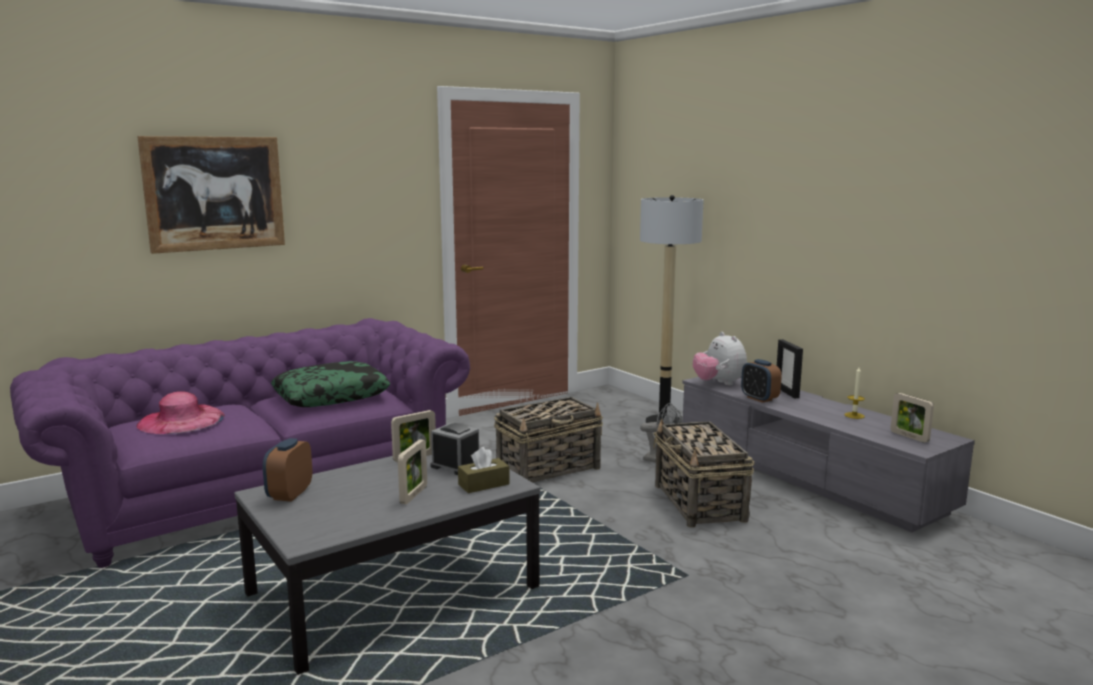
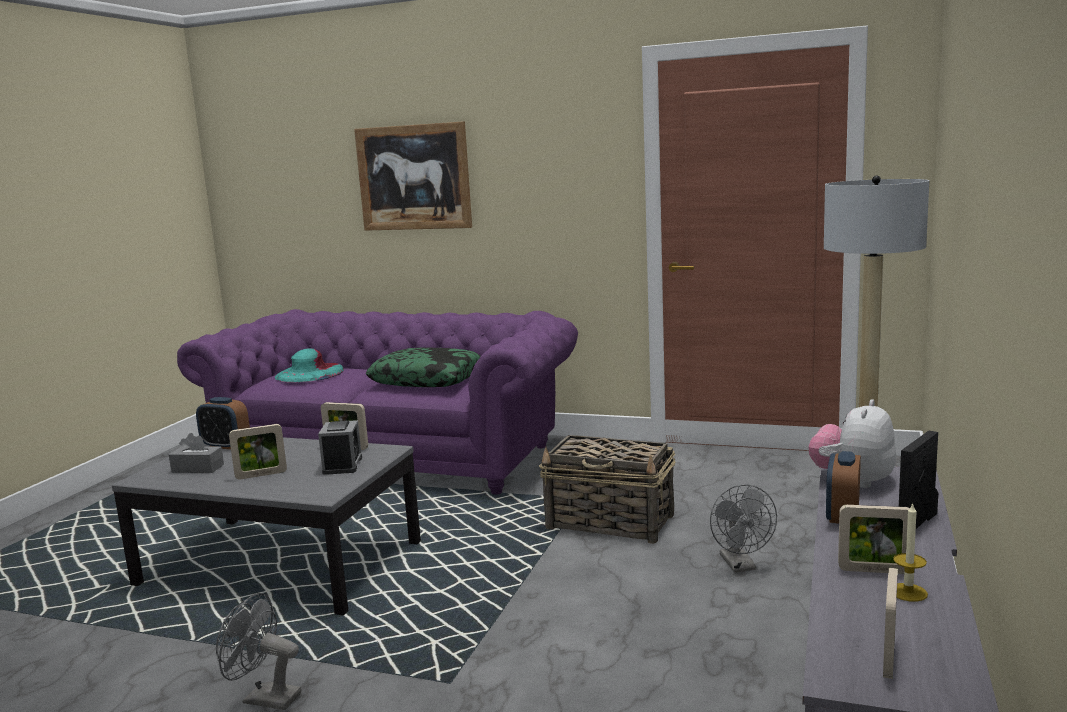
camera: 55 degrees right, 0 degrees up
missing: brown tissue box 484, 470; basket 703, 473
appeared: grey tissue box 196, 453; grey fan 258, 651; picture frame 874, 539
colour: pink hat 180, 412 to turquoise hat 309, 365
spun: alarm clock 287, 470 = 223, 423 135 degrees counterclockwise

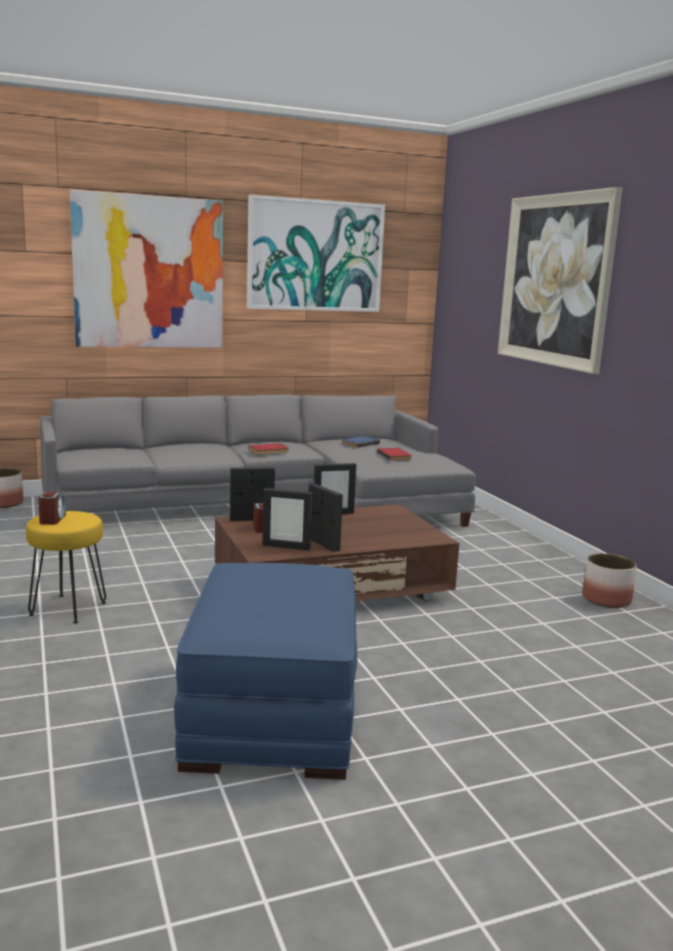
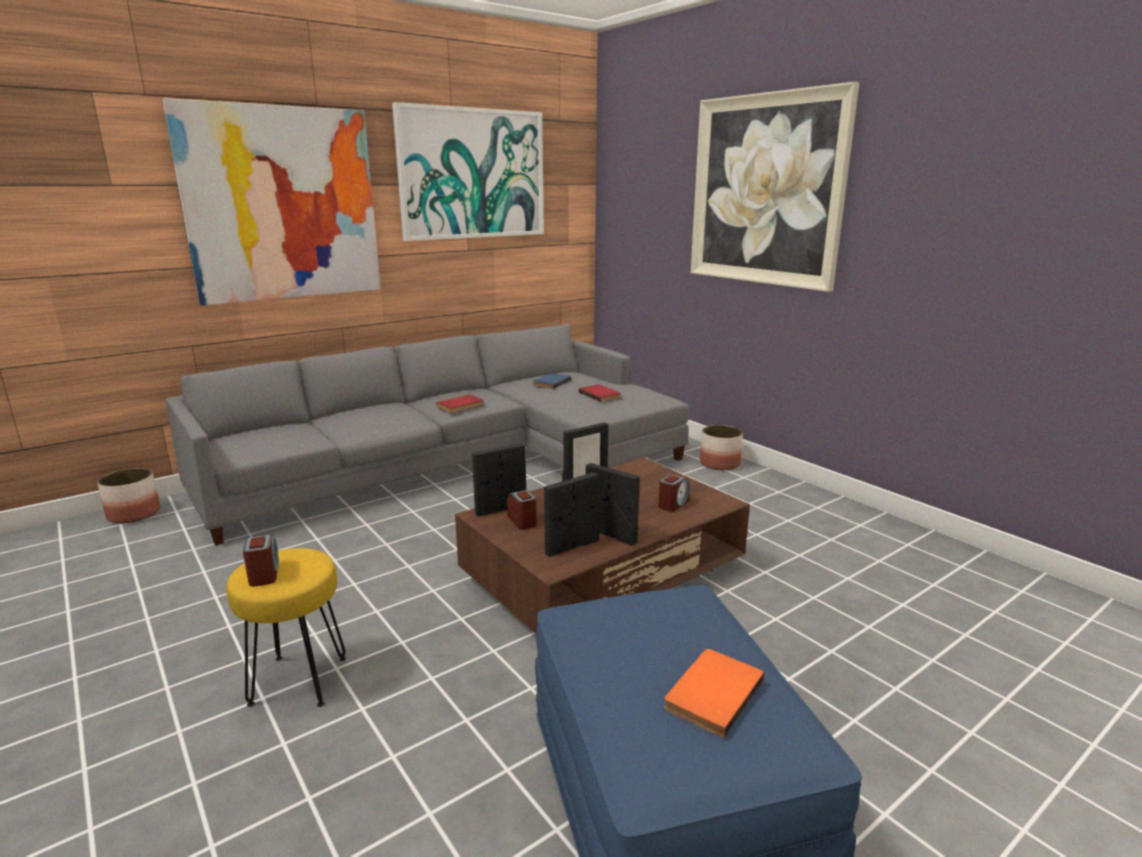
camera: 15 degrees left, 5 degrees up
appeared: alarm clock 674, 493; orange book 714, 693
relocated: planter 609, 580 to 721, 447
spun: picture frame 287, 519 = 571, 514 150 degrees clockwise

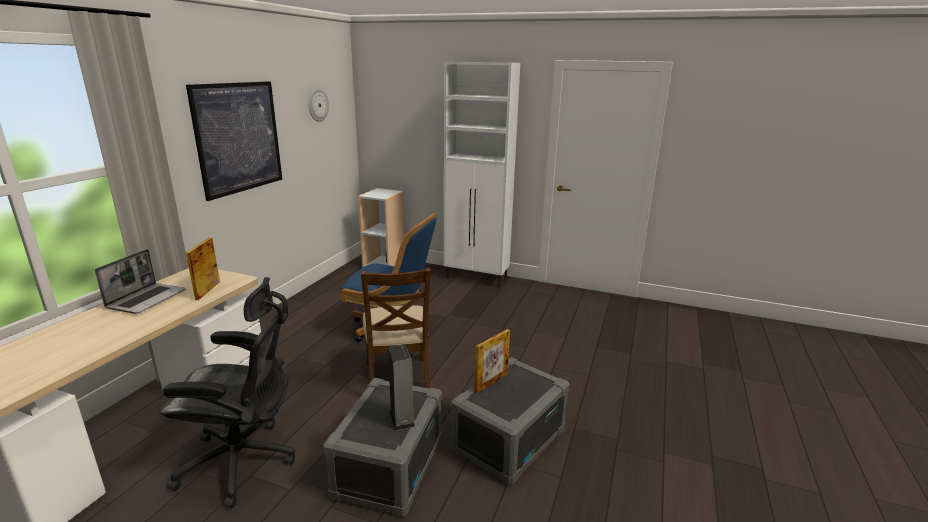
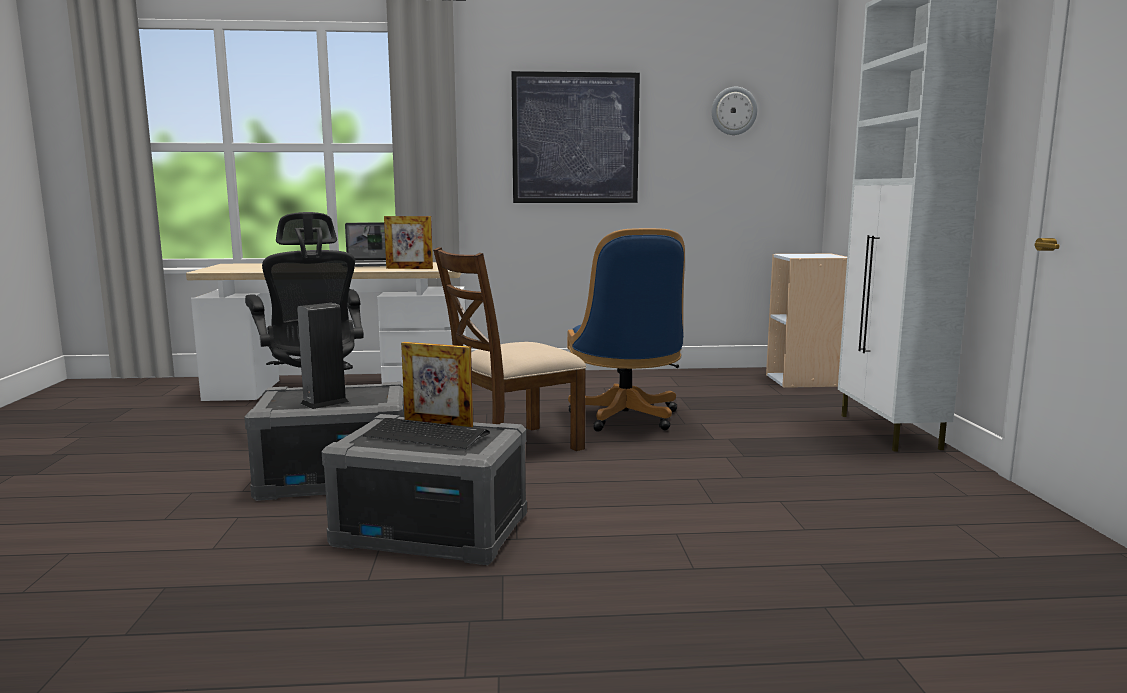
camera: 65 degrees right, 10 degrees down
appeared: keyboard 426, 433
spun: picture frame 203, 269 = 408, 242 150 degrees counterclockwise

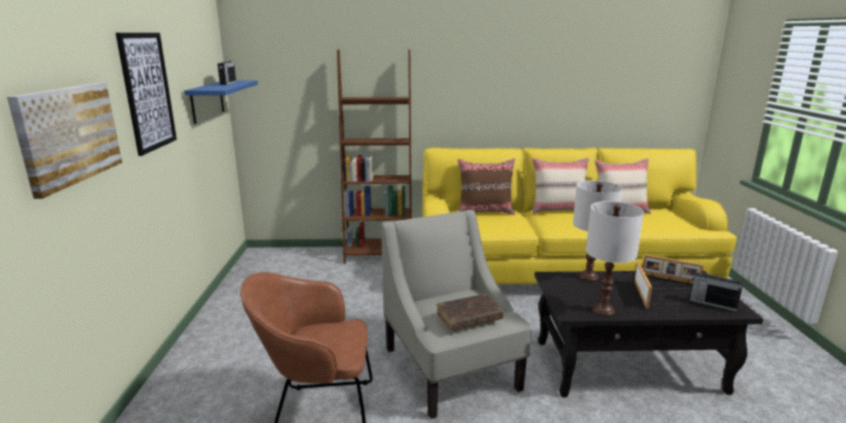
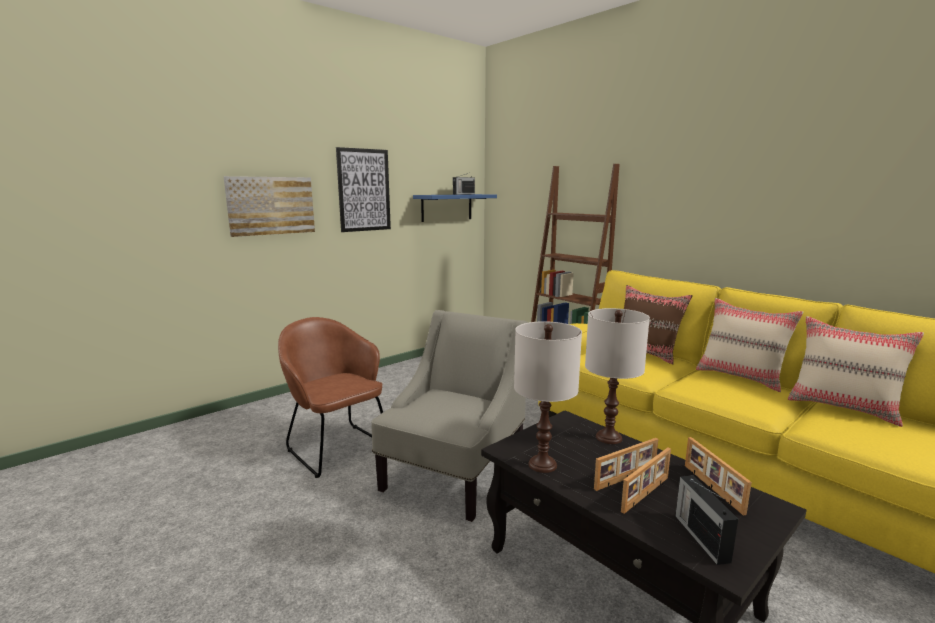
camera: 50 degrees right, 5 degrees down
missing: brown book 470, 312
appeared: picture frame 646, 481

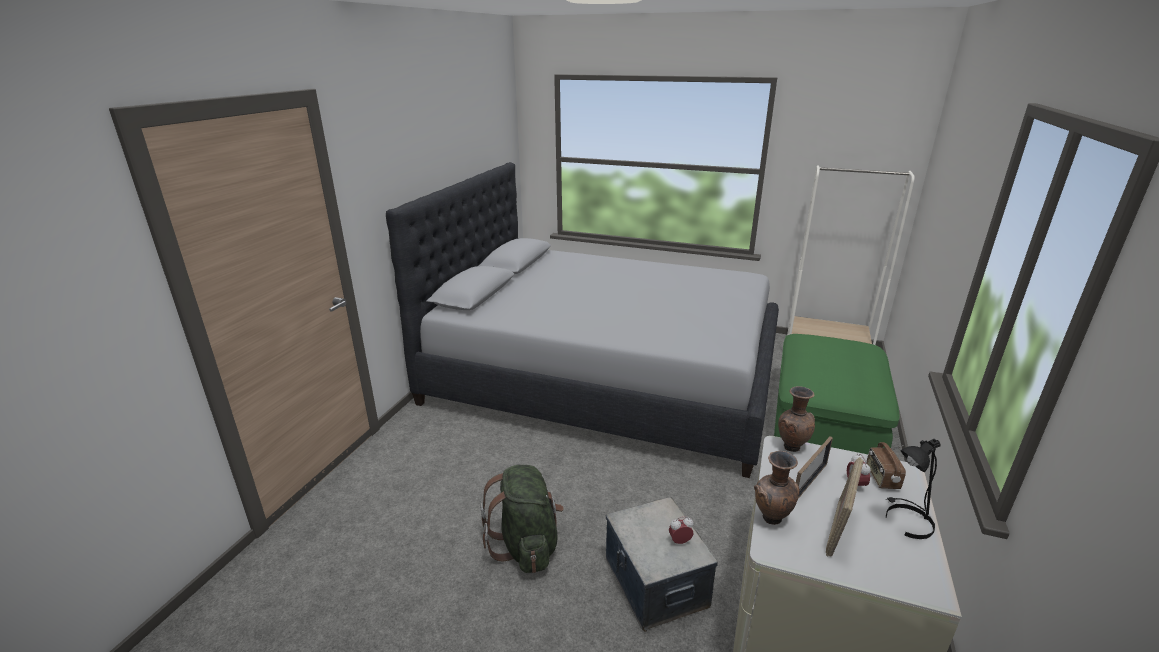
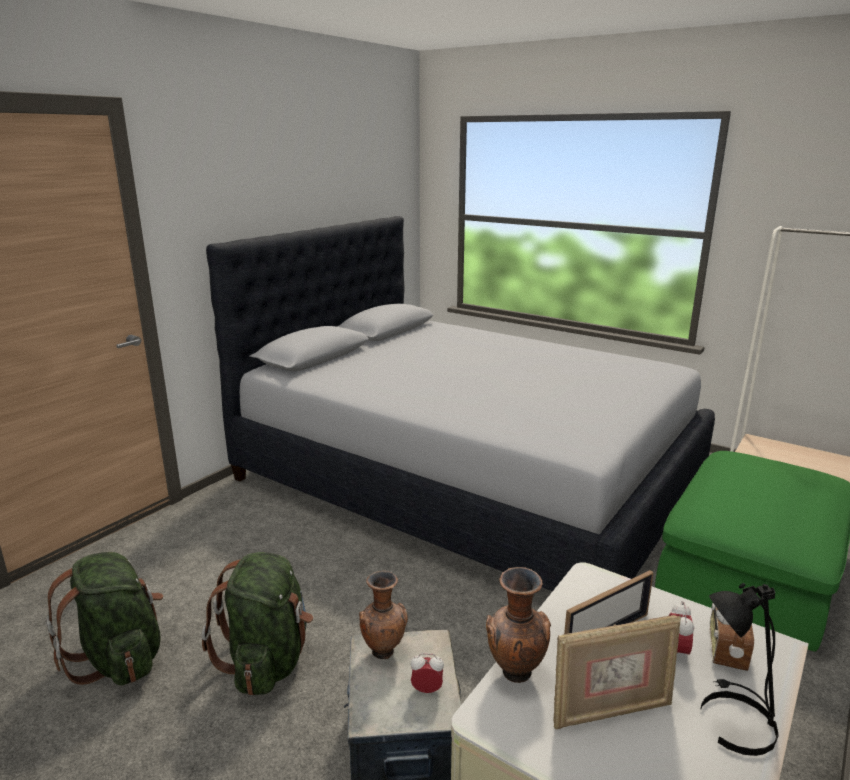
camera: 15 degrees right, 5 degrees down
appeared: green backpack 104, 618
relocated: brown vase 796, 419 to 383, 615
spun: picture frame 845, 507 = 617, 672 150 degrees counterclockwise

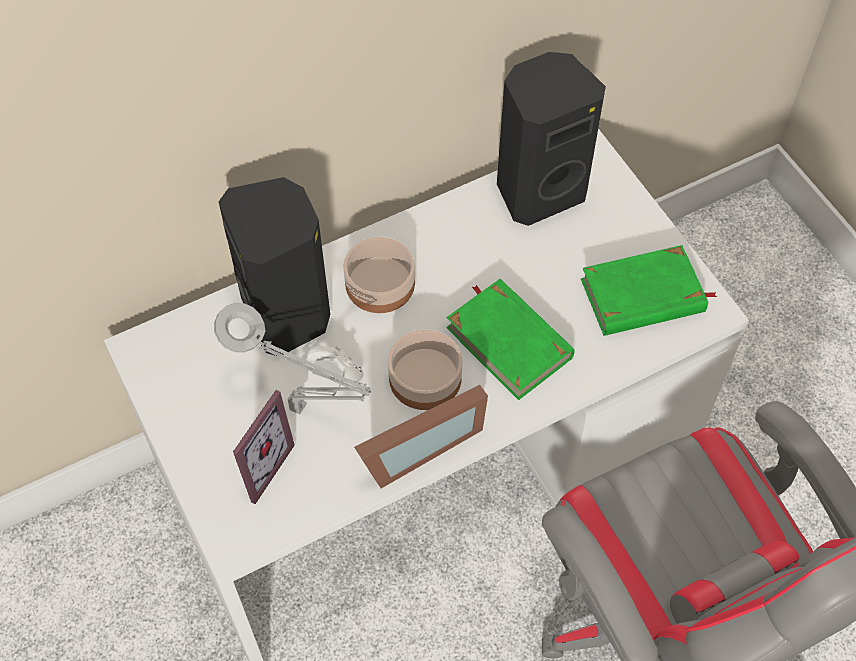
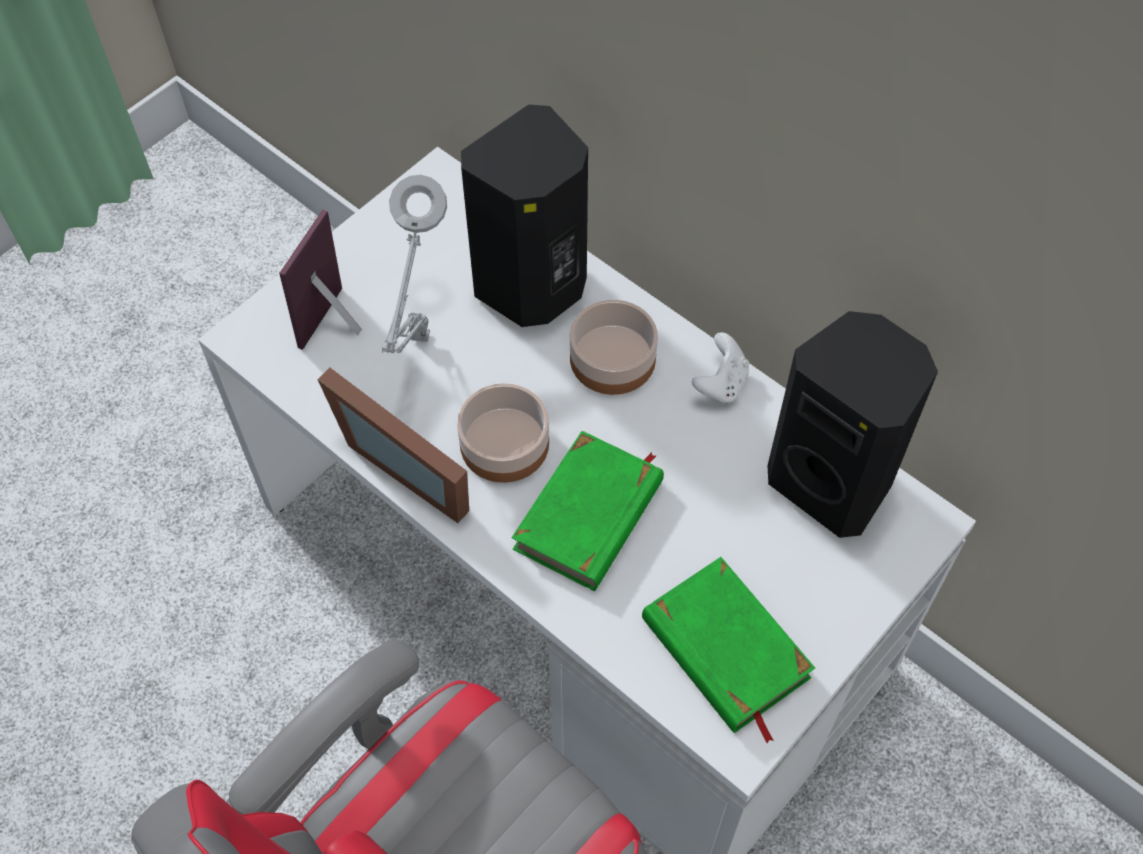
camera: 70 degrees right, 0 degrees up
relocated: white game controller 334, 366 to 720, 367
spun: picture frame 264, 447 = 320, 280 105 degrees clockwise

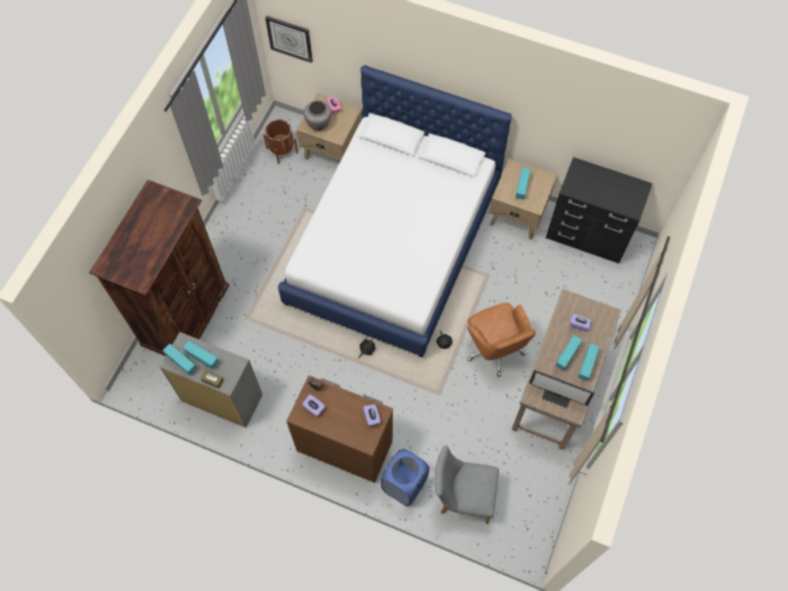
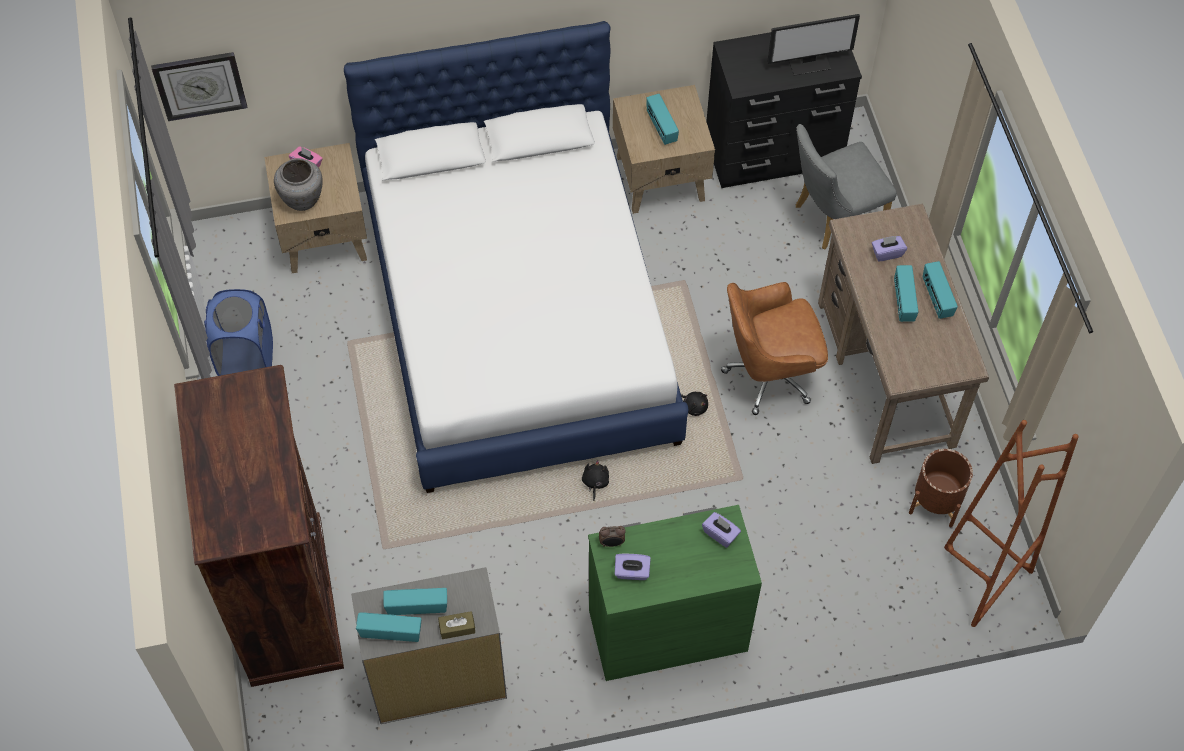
camera: 35 degrees left, 5 degrees down
appeared: brown clothes rack 1011, 523
relocated: brown planter 281, 141 to 941, 488; blue laundry basket 405, 477 to 238, 332; grey chair 466, 484 to 846, 187; monitor 562, 389 to 813, 44
colour: brown dresser 340, 429 to green dresser 675, 593
spun: brown office chair 501, 339 = 774, 348 135 degrees clockwise

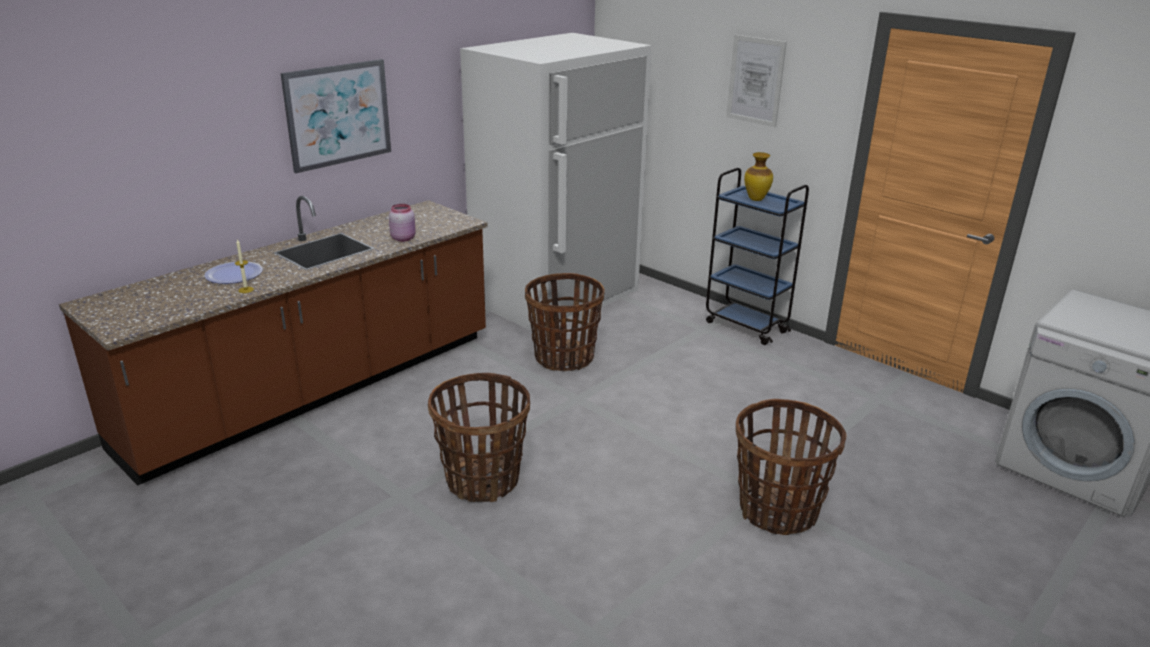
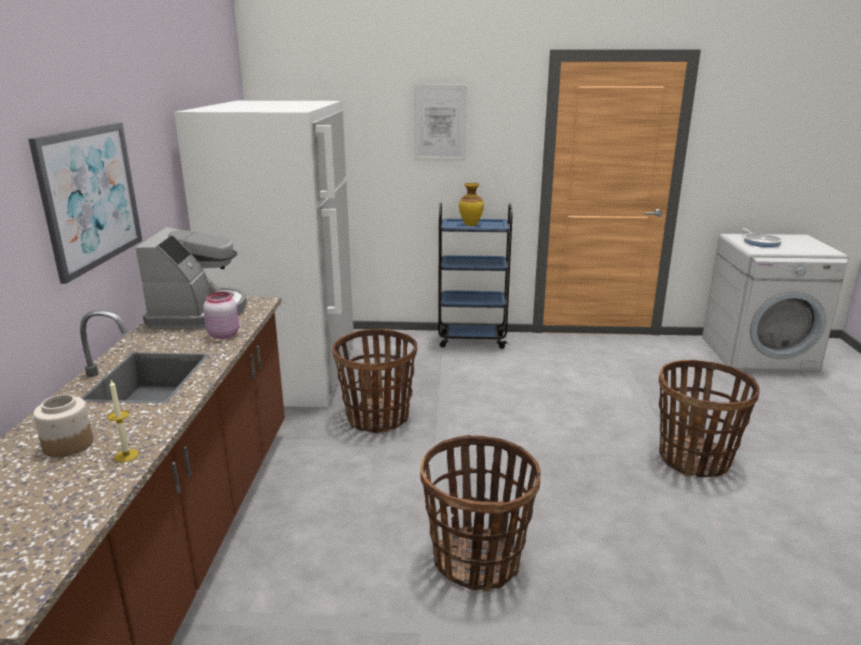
camera: 40 degrees left, 5 degrees down
appeared: coffee machine 191, 278; frying pan 762, 237
exchanged: plate 233, 273 to jar 63, 425

